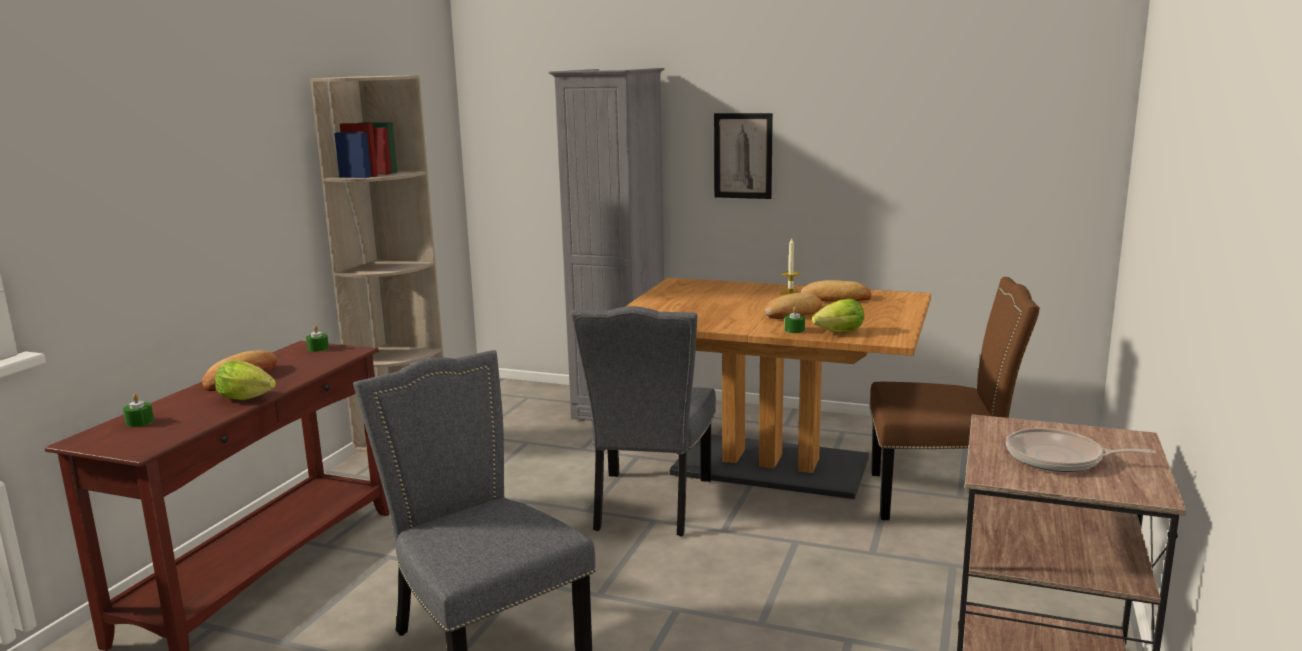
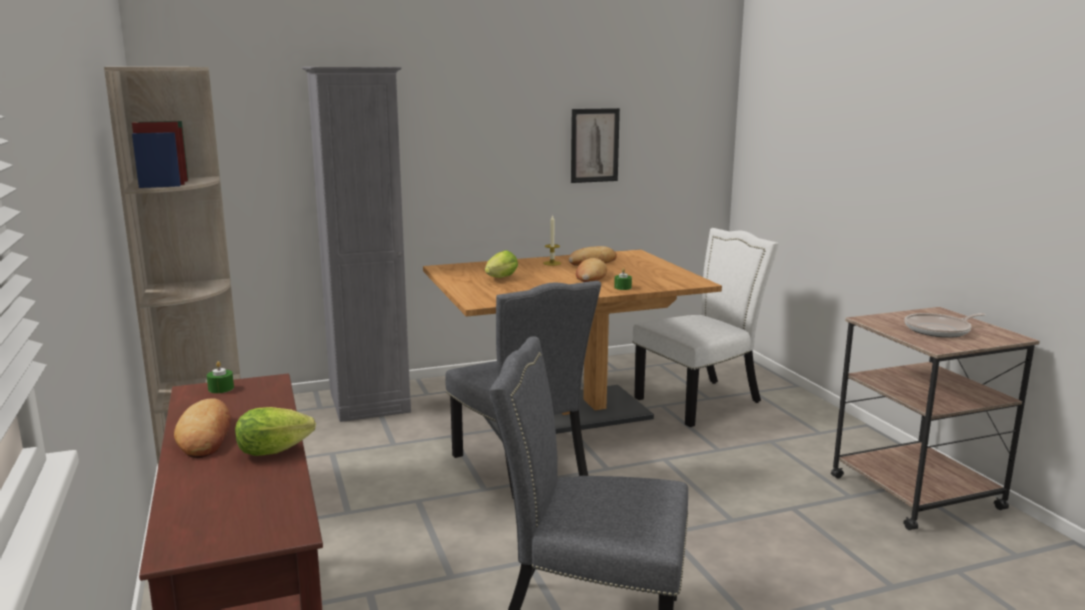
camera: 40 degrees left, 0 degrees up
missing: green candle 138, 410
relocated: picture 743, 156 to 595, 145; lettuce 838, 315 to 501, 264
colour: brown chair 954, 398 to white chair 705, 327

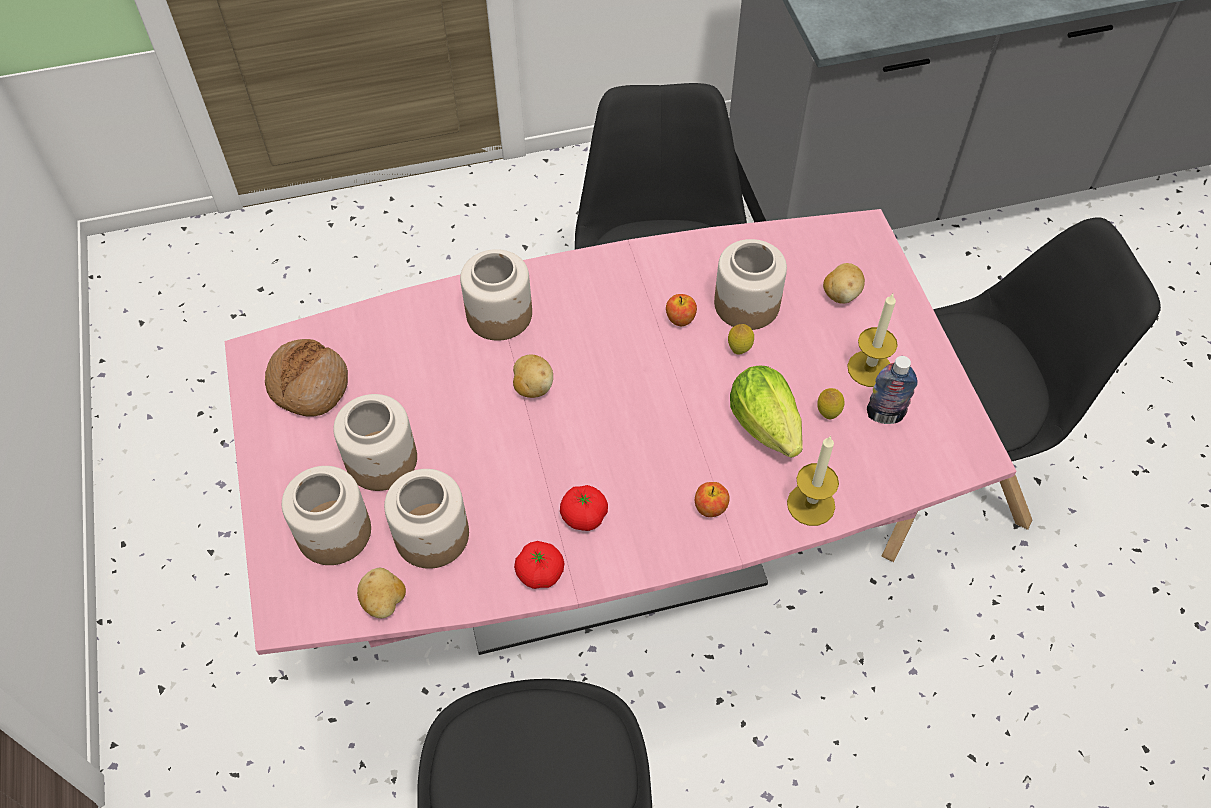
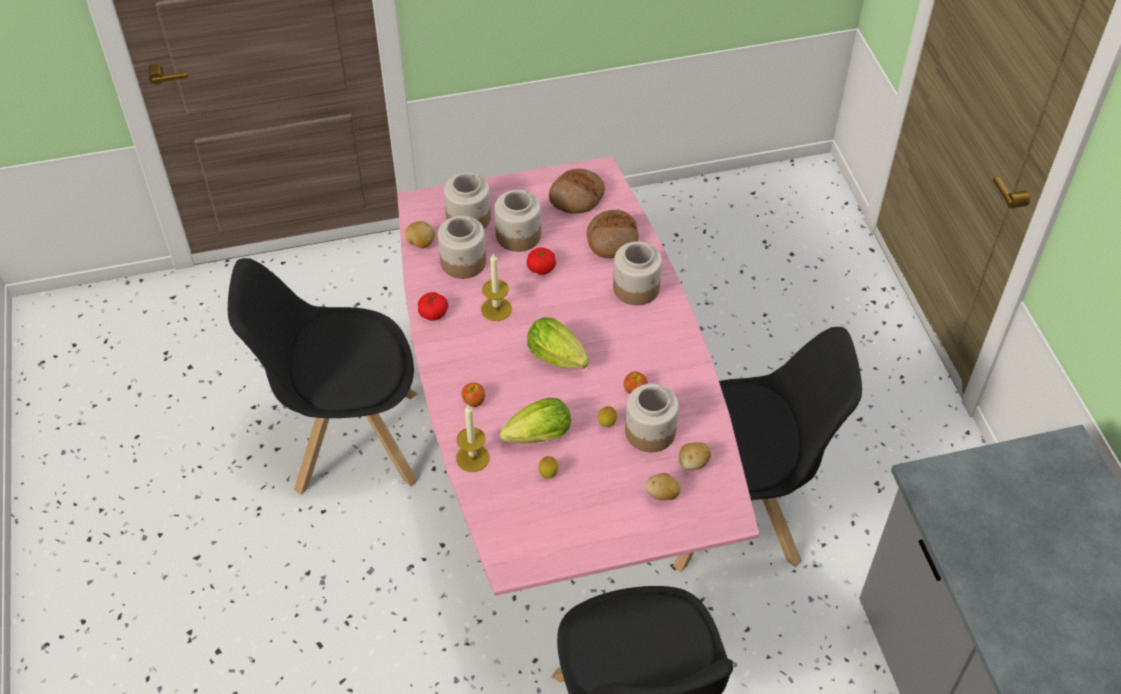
camera: 90 degrees right, 5 degrees down
missing: bottle 892, 390
appeared: lettuce 558, 342; bread 612, 234
relocated: potato 533, 376 to 695, 456; tomato 584, 508 to 541, 261; candle 872, 340 to 496, 287

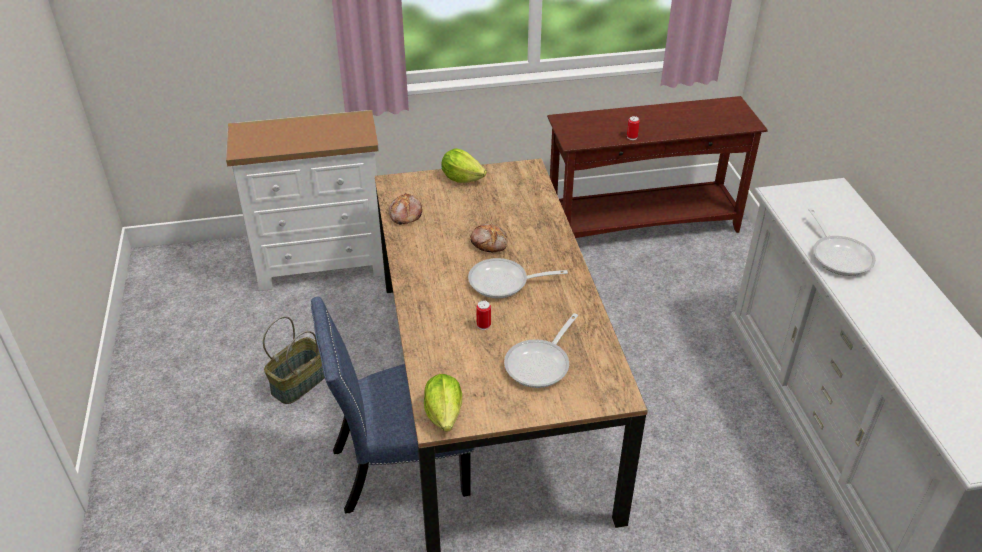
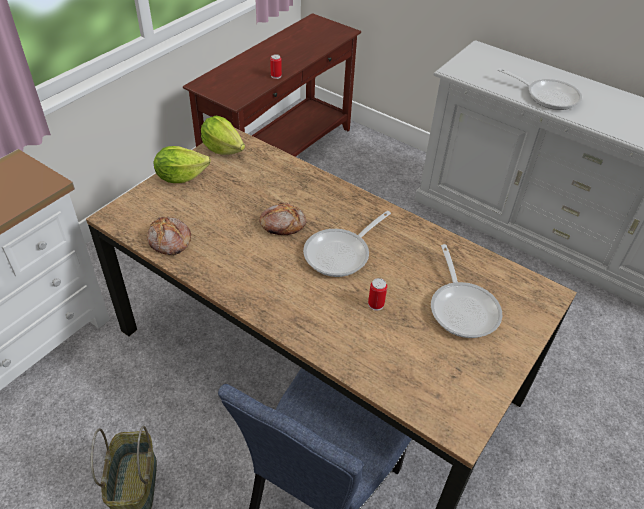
camera: 45 degrees left, 5 degrees up
relocated: lettuce 443, 403 to 223, 135

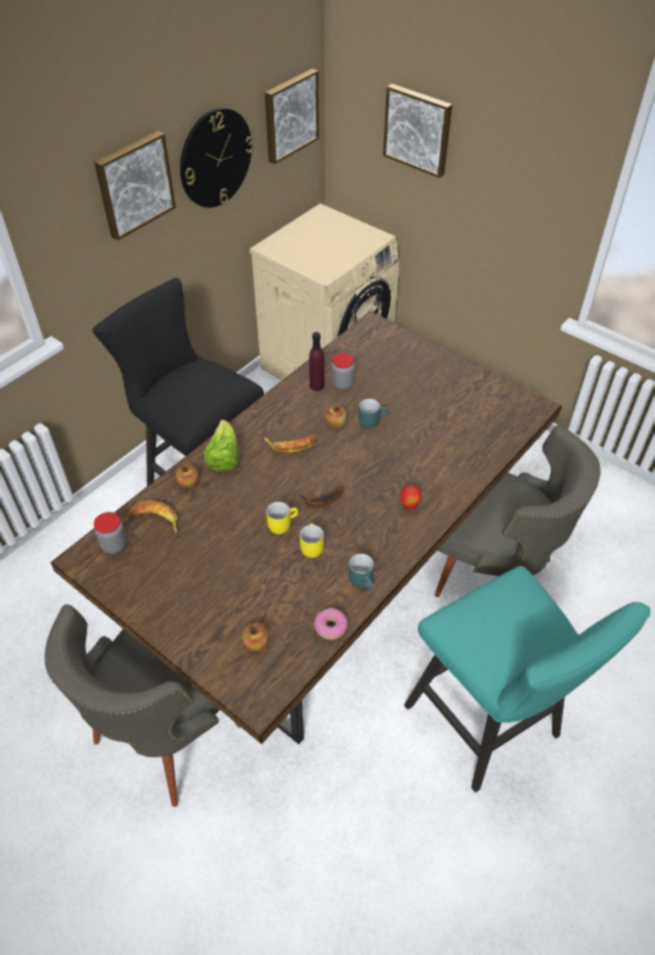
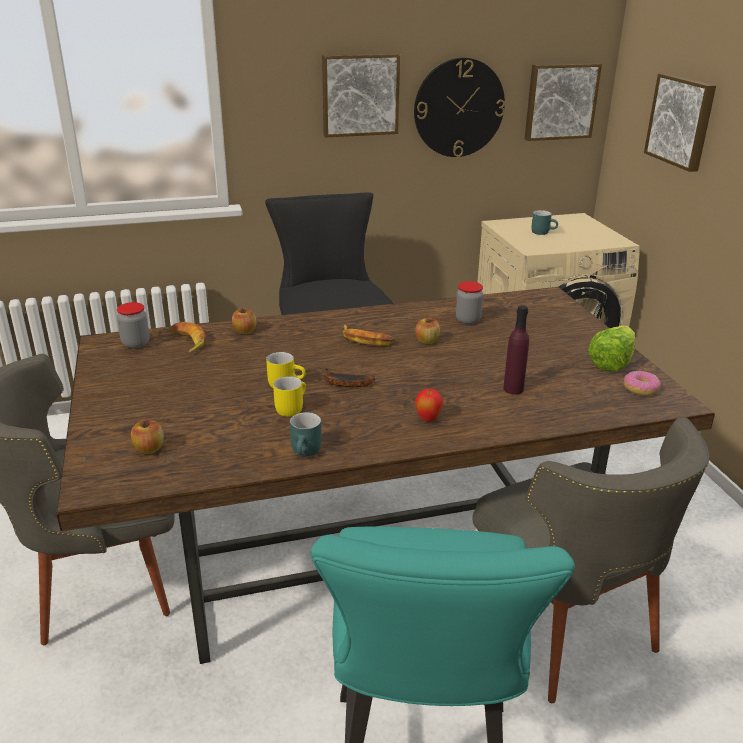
camera: 35 degrees right, 20 degrees down
relocated: lettuce 221, 445 to 611, 348; purple bottle 316, 361 to 516, 350; donut 331, 624 to 642, 383; turquoise mug 373, 413 to 545, 222

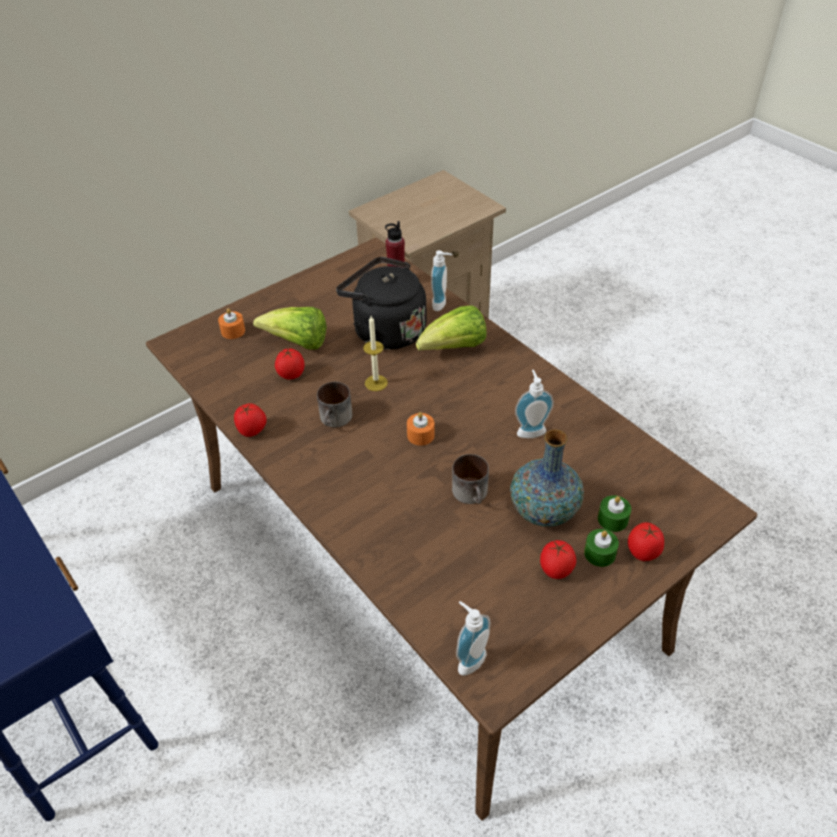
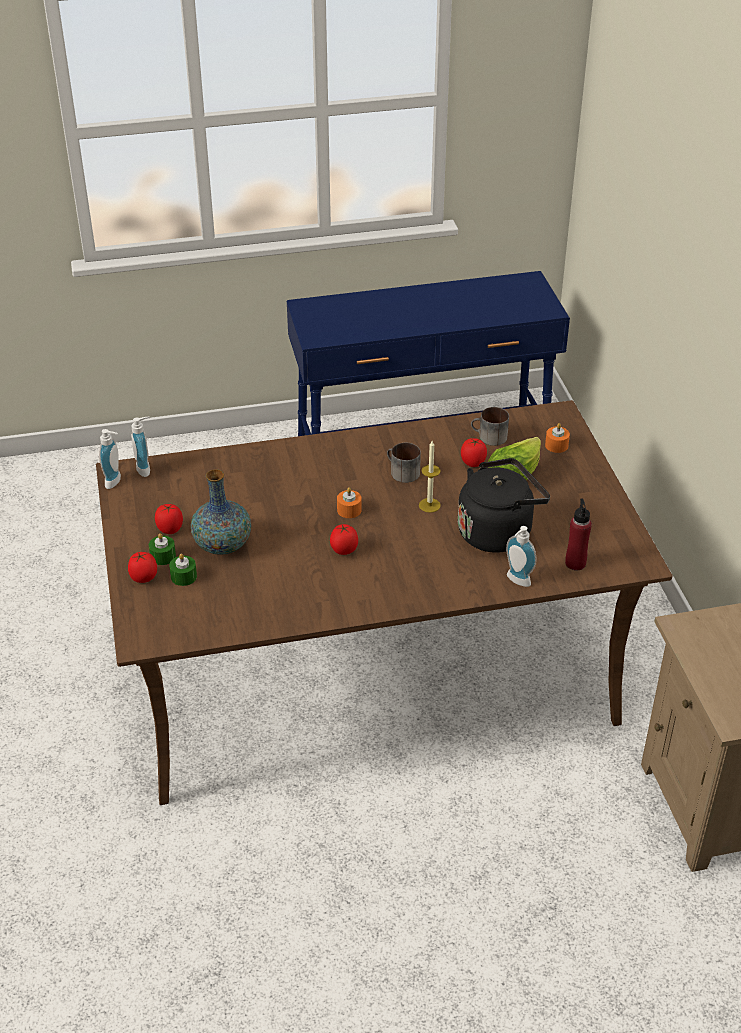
camera: 115 degrees right, 5 degrees down
missing: lettuce 451, 328
relocated: tomato 250, 420 to 344, 539; mug 470, 479 to 490, 426; soap dispenser 534, 404 to 110, 459

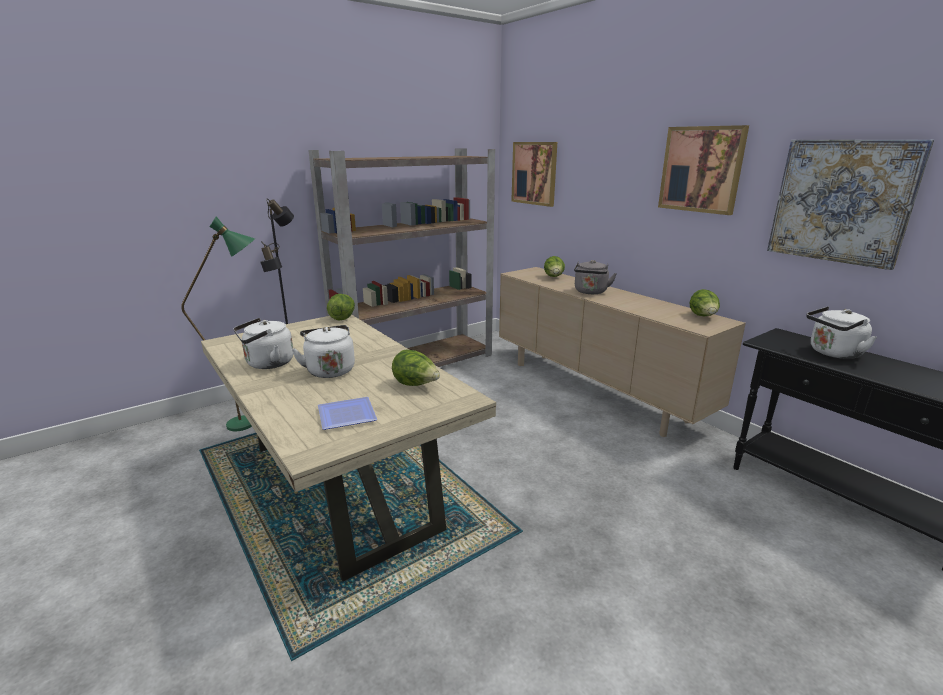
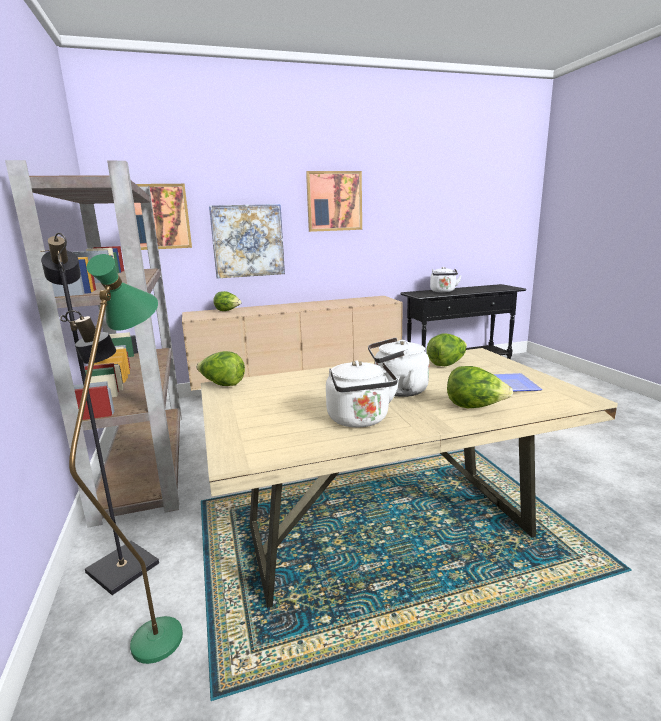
camera: 70 degrees left, 5 degrees down
missing: grey kettle 595, 277
relocated: lettuce 705, 302 to 480, 387; picture 850, 205 to 247, 241

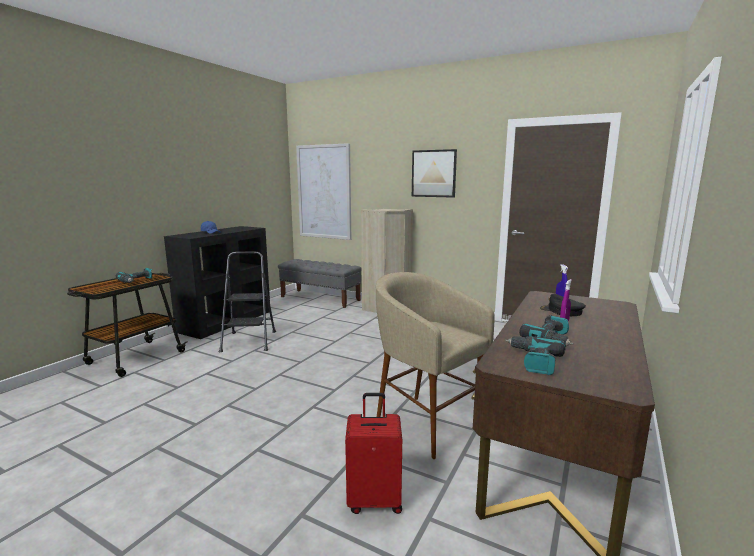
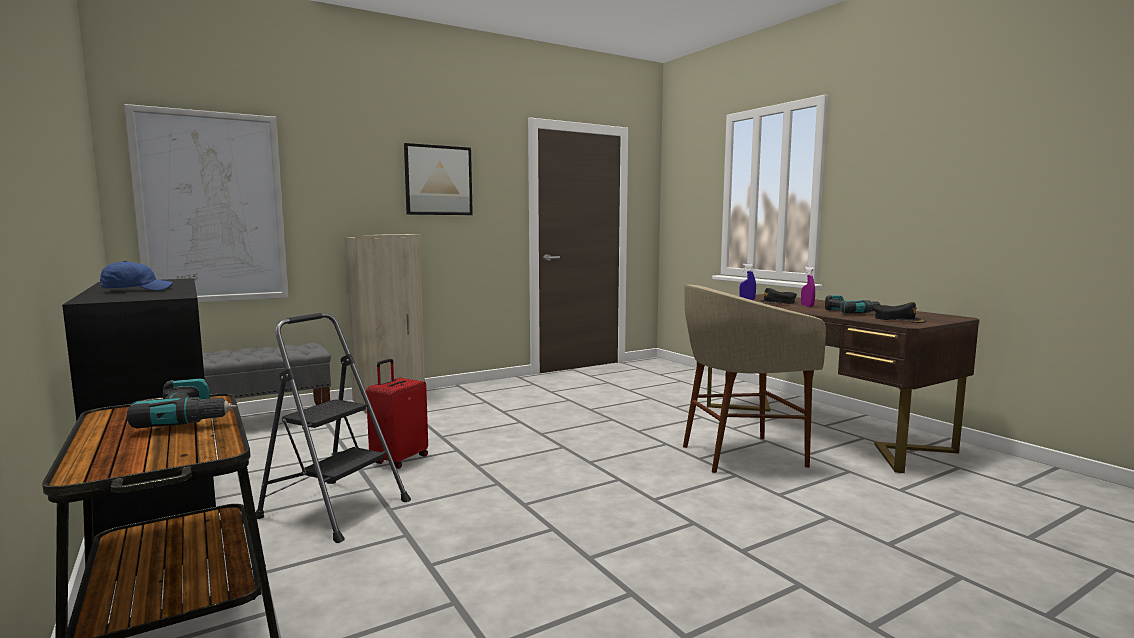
camera: 60 degrees left, 5 degrees down
relocated: red suitcase 373, 453 to 397, 414
exchanged: power drill 535, 355 to black cap 899, 312

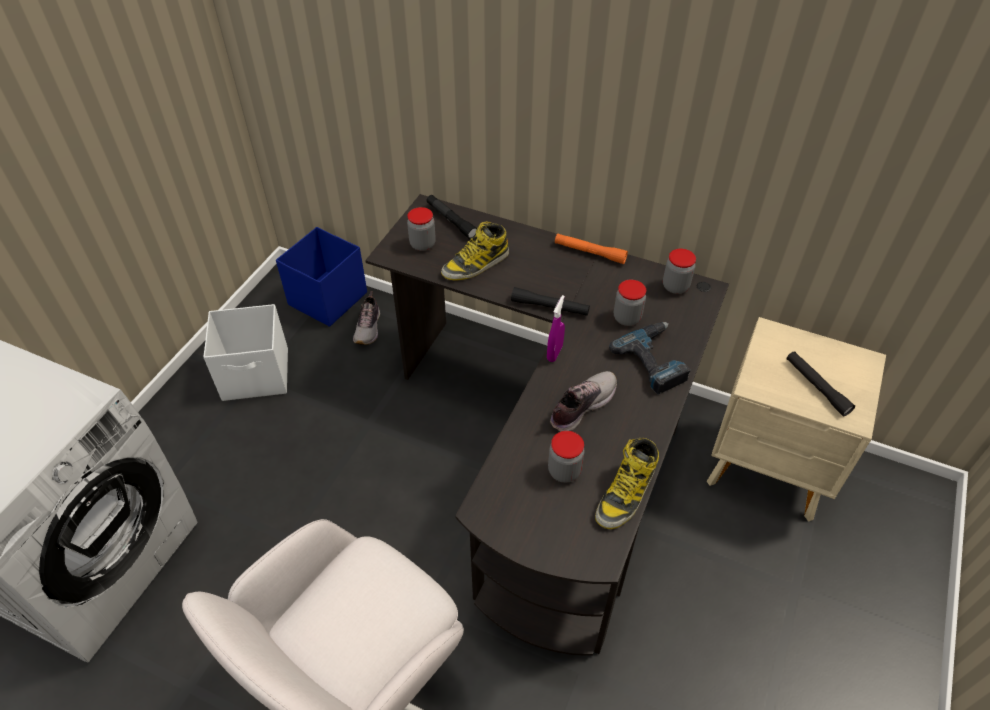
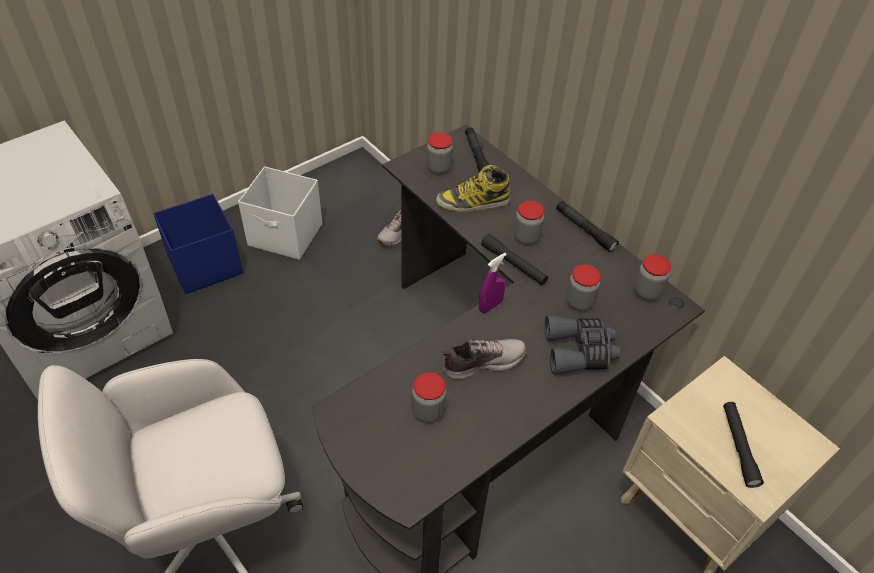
camera: 25 degrees right, 0 degrees up
missing: boot 627, 483
appeared: jar 529, 223
relocated: blue storage box 321, 277 to 198, 244
exchanged: power drill 650, 358 to grey binoculars 582, 345
colour: orange flashlight 591, 249 to black flashlight 587, 226

